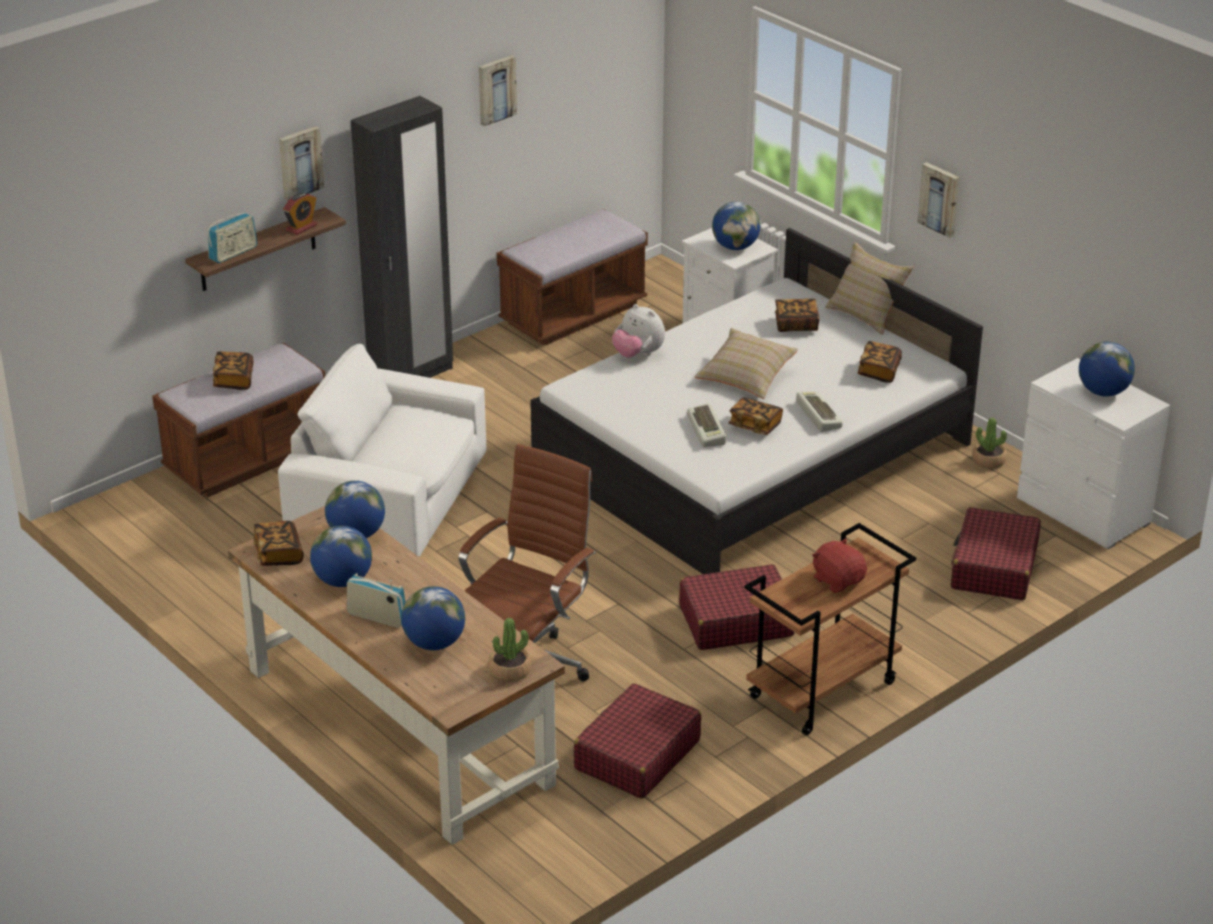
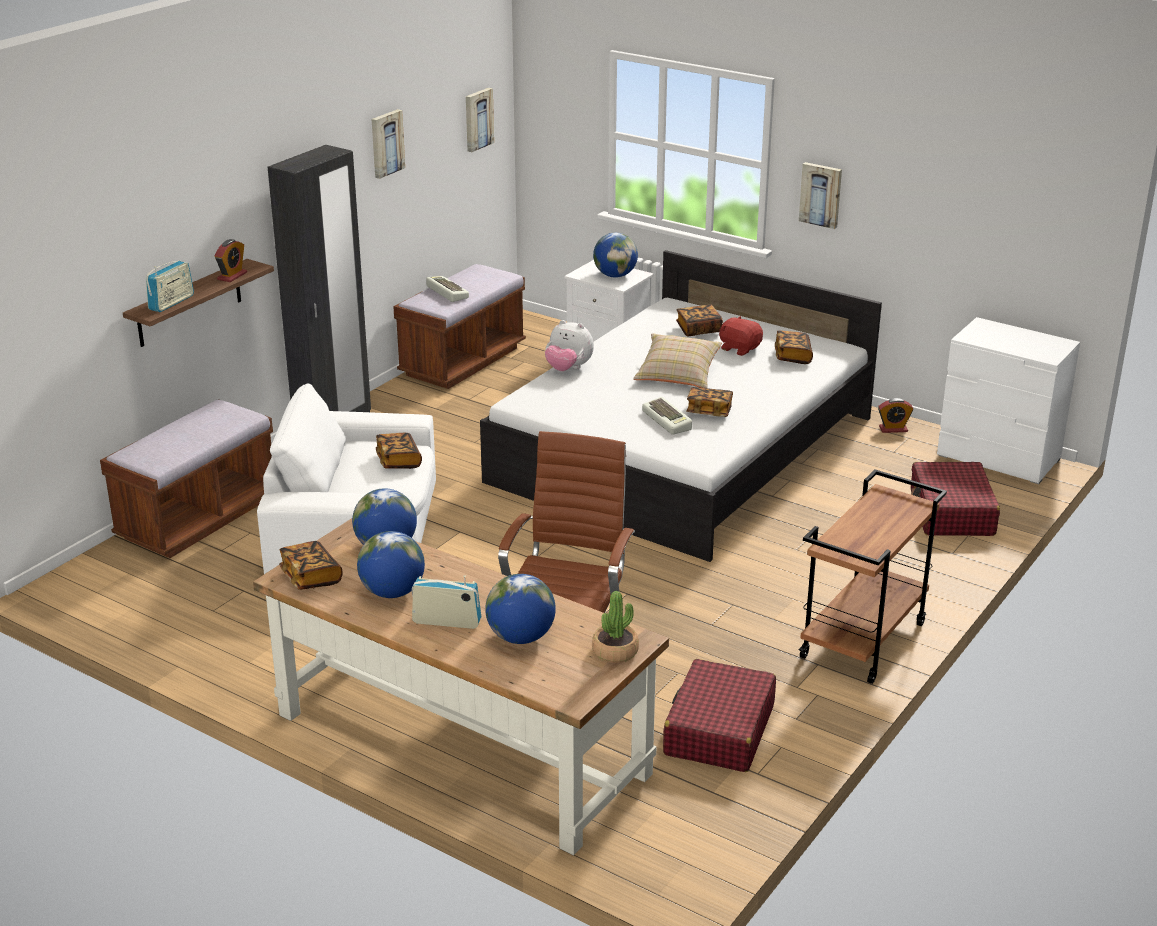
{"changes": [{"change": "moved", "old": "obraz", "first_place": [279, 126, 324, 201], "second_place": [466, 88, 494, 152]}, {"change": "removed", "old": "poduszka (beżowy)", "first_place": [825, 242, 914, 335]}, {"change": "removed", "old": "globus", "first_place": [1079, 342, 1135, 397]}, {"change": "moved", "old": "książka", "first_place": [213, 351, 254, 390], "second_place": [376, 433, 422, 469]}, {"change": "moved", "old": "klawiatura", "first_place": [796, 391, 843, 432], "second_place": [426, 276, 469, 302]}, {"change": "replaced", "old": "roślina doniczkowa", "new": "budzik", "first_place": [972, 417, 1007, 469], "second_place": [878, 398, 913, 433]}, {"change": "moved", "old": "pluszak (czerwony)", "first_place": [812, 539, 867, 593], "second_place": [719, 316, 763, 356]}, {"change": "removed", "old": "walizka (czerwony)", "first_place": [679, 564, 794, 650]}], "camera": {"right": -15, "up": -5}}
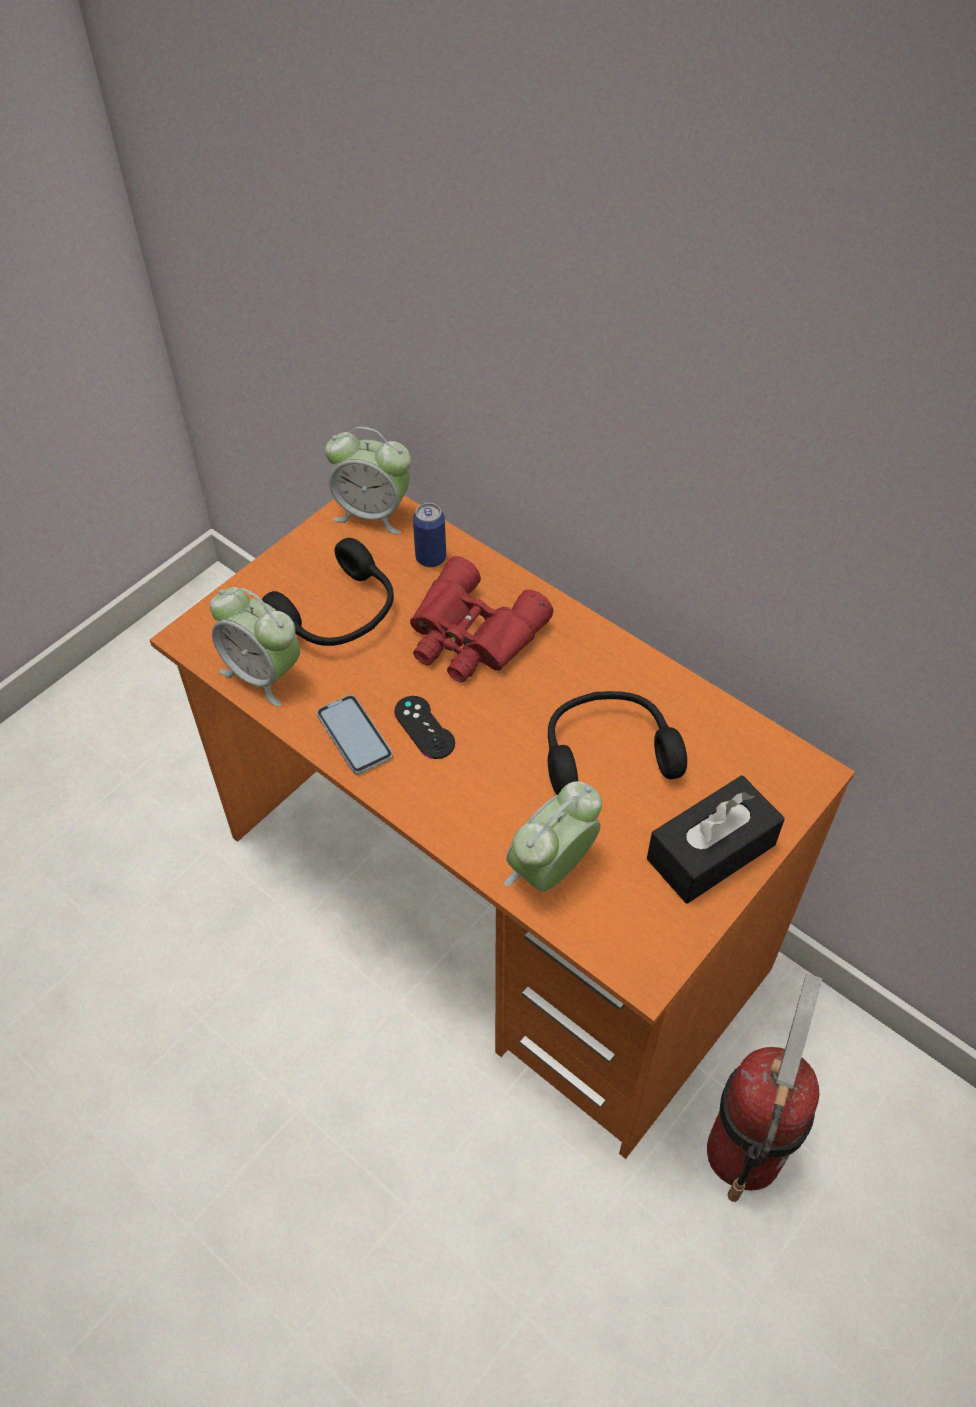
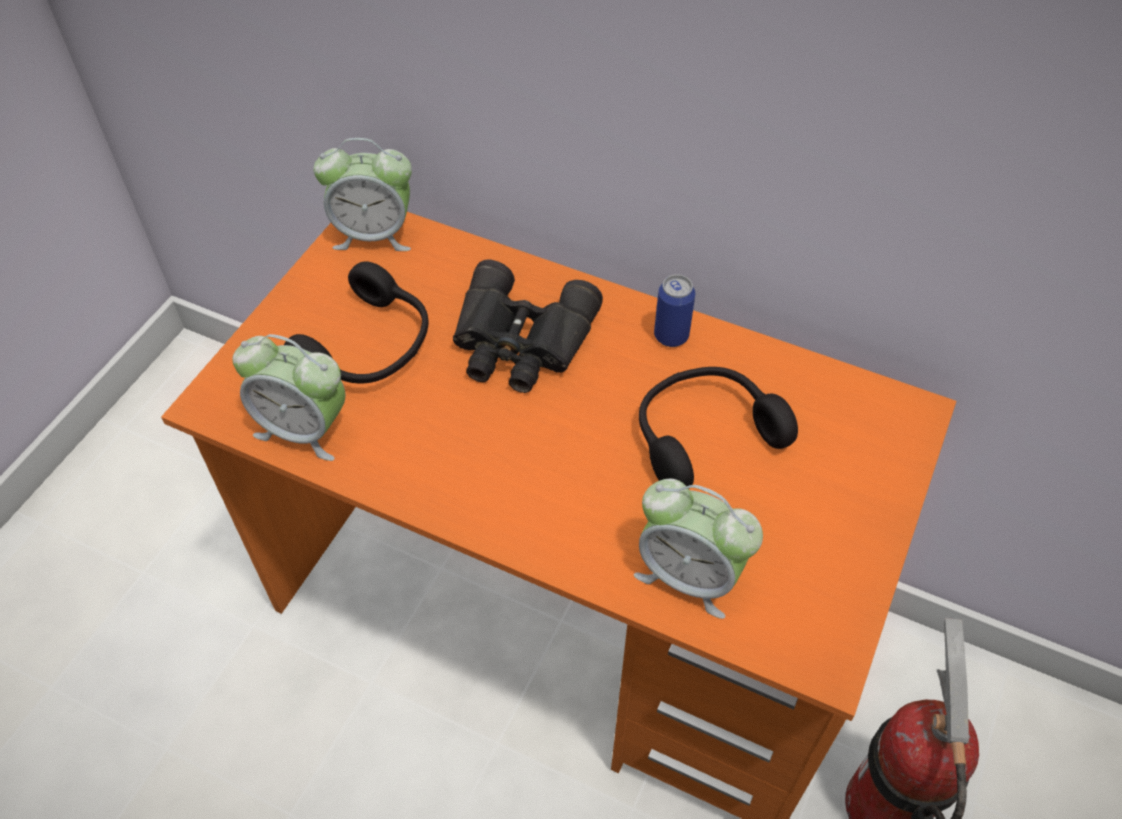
{"changes": [{"change": "moved", "old": "puszka", "first_place": [413, 503, 446, 567], "second_place": [654, 274, 695, 347]}, {"change": "recoloured", "old": "lornetka (czerwony)", "new": "lornetka (czarny)", "first_place": [410, 556, 553, 682], "second_place": [453, 259, 603, 393]}, {"change": "removed", "old": "telefon", "first_place": [317, 695, 393, 774]}, {"change": "removed", "old": "pad do gier (czarny)", "first_place": [394, 696, 455, 759]}, {"change": "removed", "old": "pudełko chusteczek (czarny)", "first_place": [647, 775, 785, 904]}, {"change": "turned", "old": "budzik", "first_place": [504, 781, 602, 892], "second_place": [634, 479, 763, 619], "degrees": -90}], "camera": {"right": -15, "up": 0}}
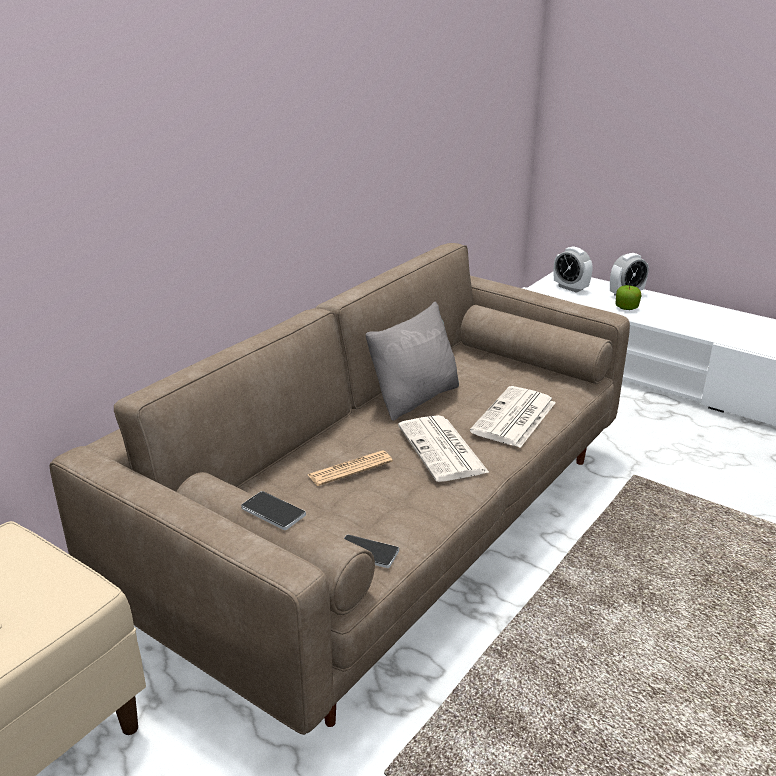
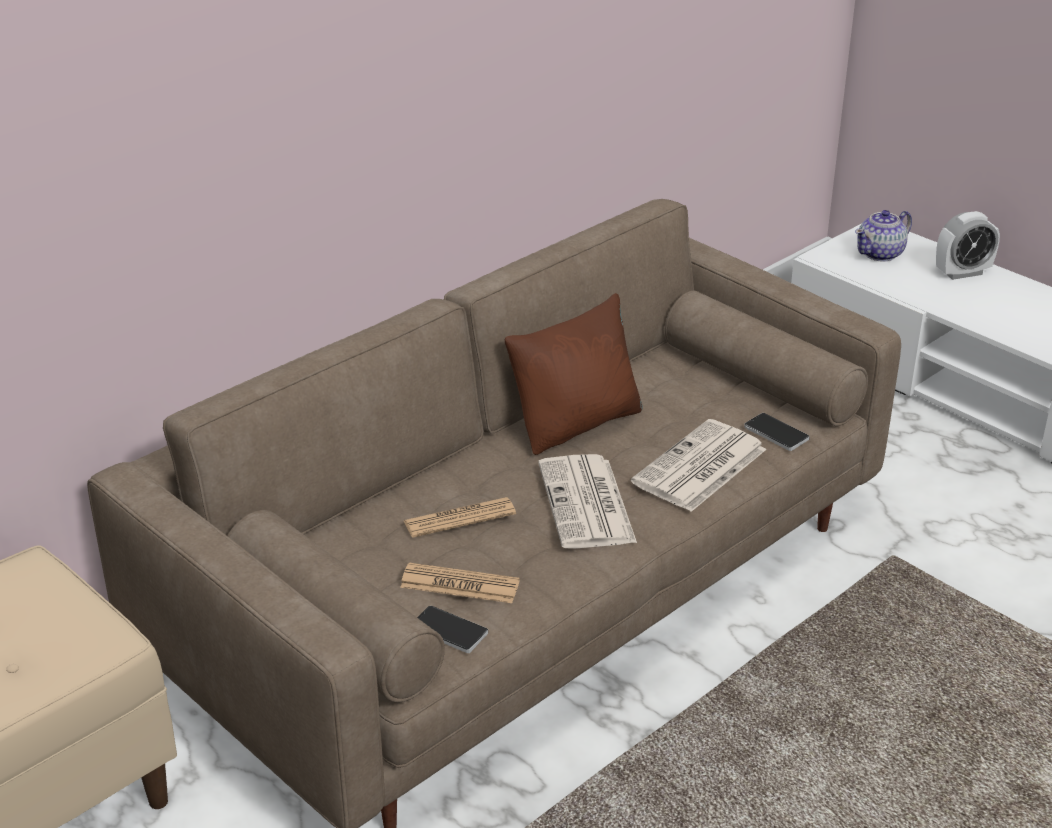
{"changes": [{"change": "replaced", "old": "budzik", "new": "imbryk", "first_place": [554, 246, 592, 293], "second_place": [855, 210, 912, 262]}, {"change": "removed", "old": "jabłko", "first_place": [615, 285, 642, 310]}, {"change": "recoloured", "old": "poduszka (szary)", "new": "poduszka (brązowy)", "first_place": [366, 302, 459, 421], "second_place": [505, 293, 643, 455]}, {"change": "moved", "old": "telefon", "first_place": [241, 491, 306, 530], "second_place": [744, 413, 810, 451]}, {"change": "added", "new": "gazeta", "second_place": [400, 562, 520, 603]}], "camera": {"right": 10, "up": 5}}
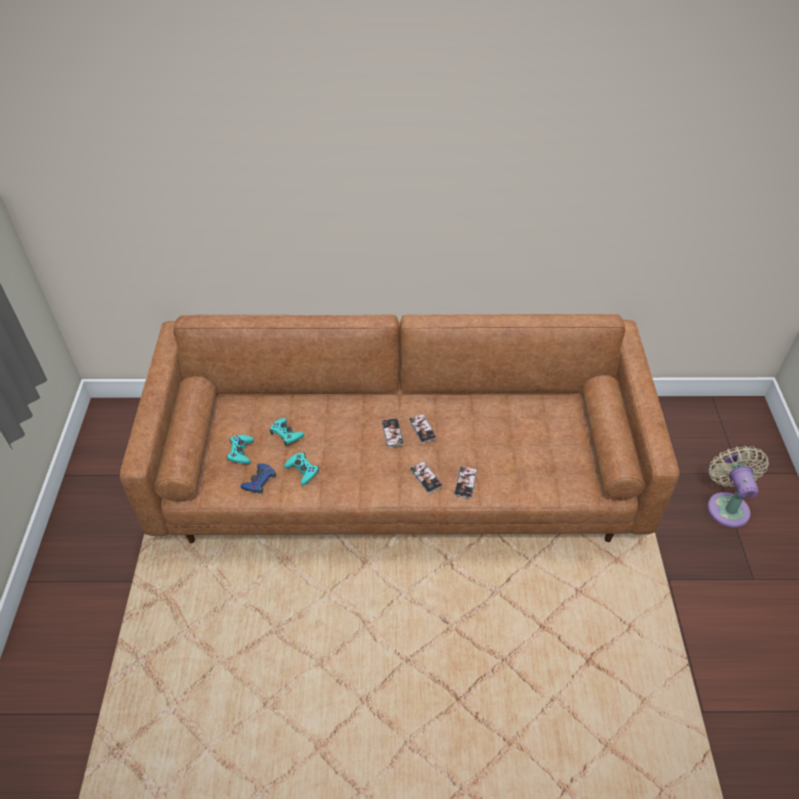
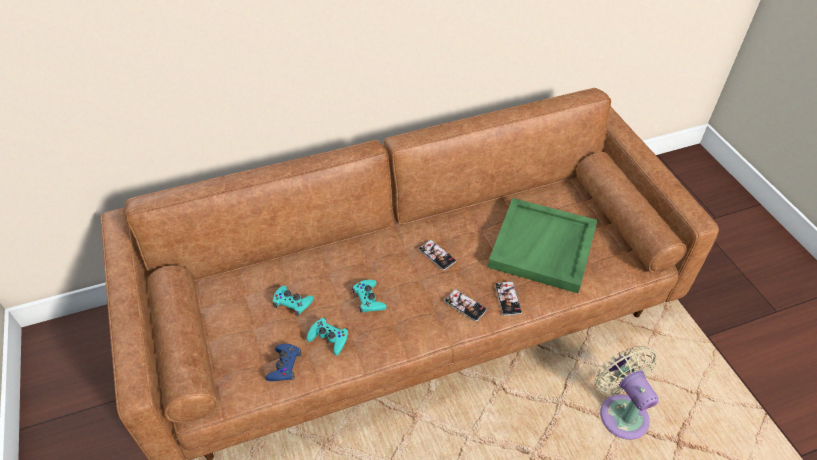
{"changes": [{"change": "removed", "old": "telefon", "first_place": [381, 418, 404, 447]}, {"change": "moved", "old": "pad do gier (turkusowy)", "first_place": [226, 435, 254, 464], "second_place": [352, 280, 386, 313]}, {"change": "moved", "old": "wentylator (beżowy)", "first_place": [707, 446, 769, 528], "second_place": [594, 346, 659, 440]}, {"change": "added", "new": "taca (zielony)", "second_place": [488, 198, 598, 293]}], "camera": {"right": -20, "up": 0}}
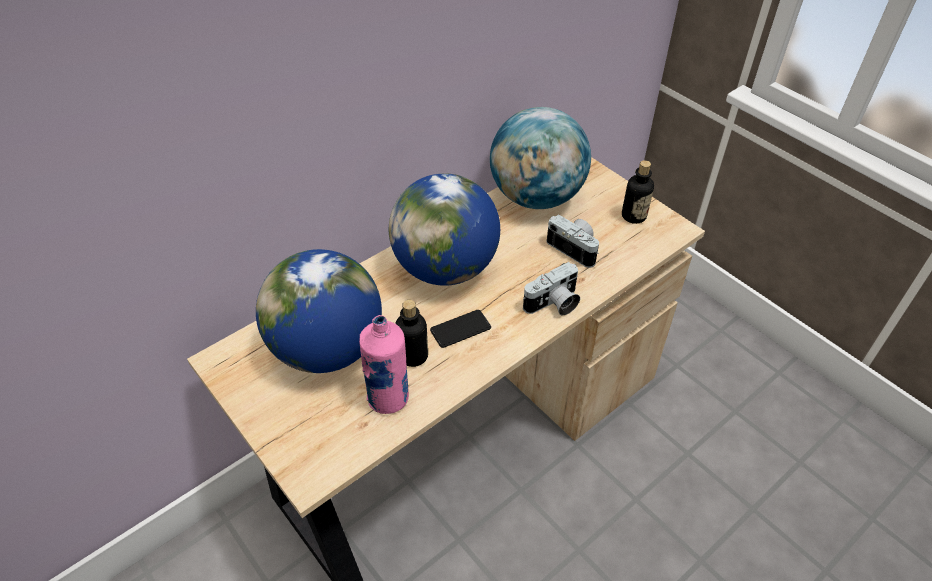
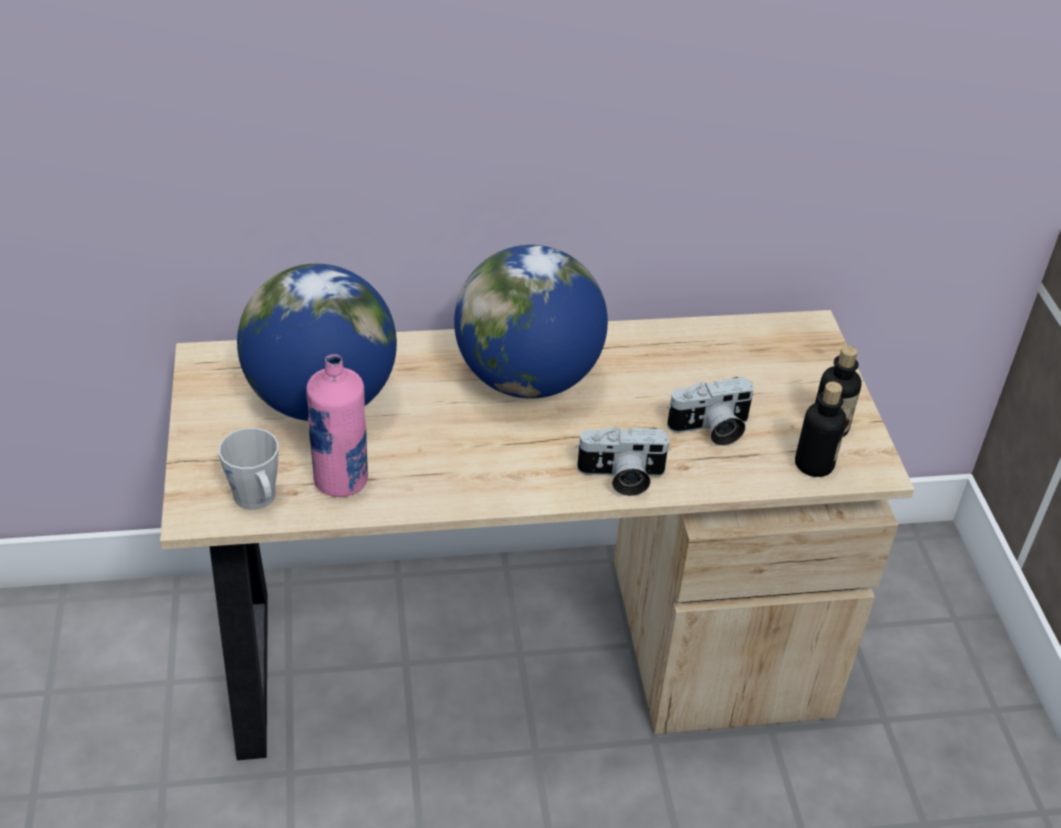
{"changes": [{"change": "removed", "old": "globus", "first_place": [490, 107, 591, 209]}, {"change": "turned", "old": "aparat fotograficzny", "first_place": [546, 214, 599, 268], "second_place": [667, 377, 754, 446], "degrees": 90}, {"change": "moved", "old": "butelka", "first_place": [395, 300, 428, 367], "second_place": [795, 382, 847, 477]}, {"change": "removed", "old": "telefon", "first_place": [430, 310, 491, 348]}, {"change": "added", "new": "kubek (szary)", "second_place": [218, 428, 278, 510]}], "camera": {"right": 30, "up": -5}}
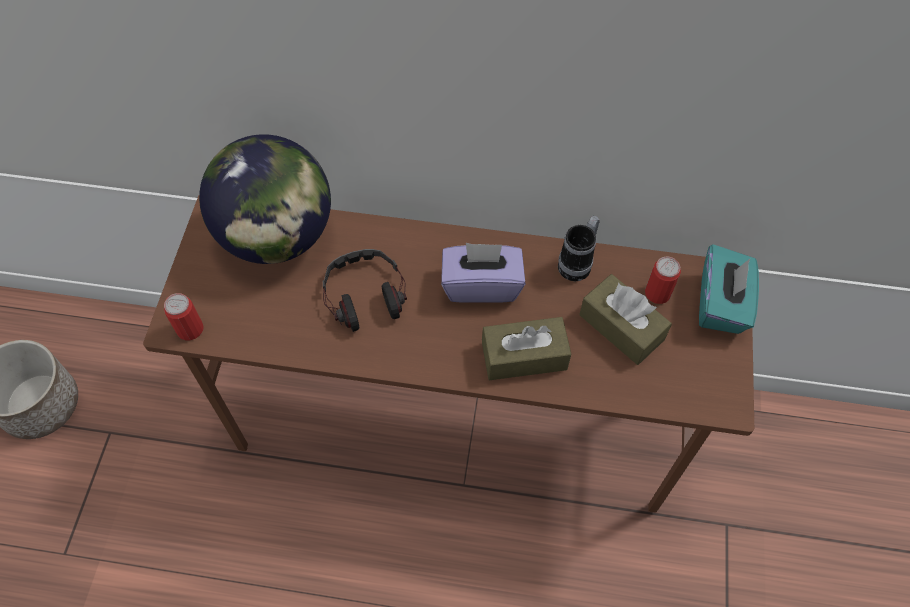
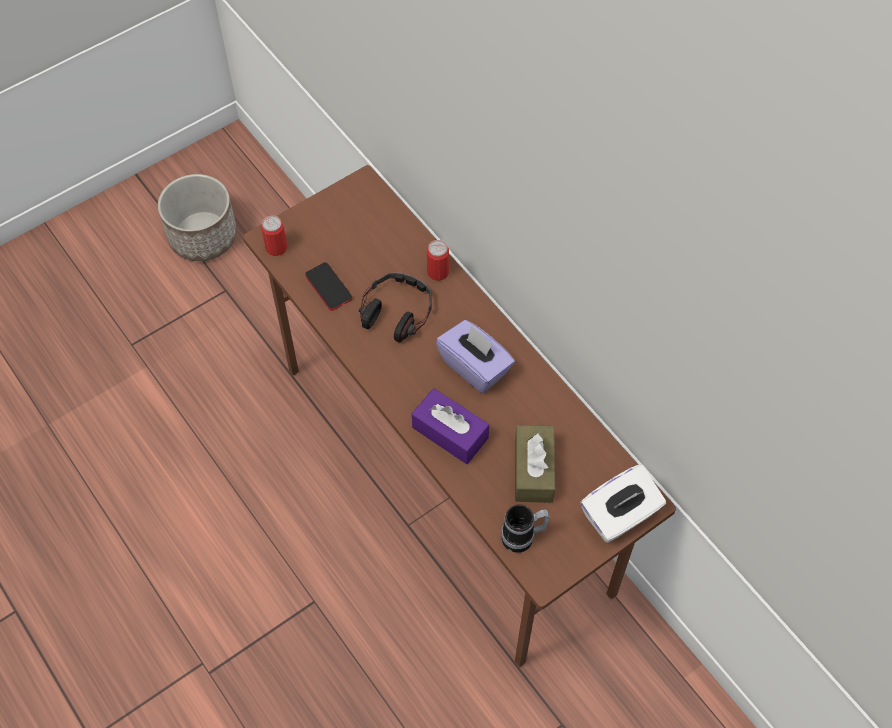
{"changes": [{"change": "removed", "old": "globus", "first_place": [199, 134, 331, 264]}, {"change": "moved", "old": "kubek", "first_place": [558, 216, 600, 281], "second_place": [501, 505, 550, 553]}, {"change": "recoloured", "old": "pudełko chusteczek (turkusowy)", "new": "pudełko chusteczek (biały)", "first_place": [699, 244, 759, 334], "second_place": [581, 464, 666, 543]}, {"change": "moved", "old": "puszka", "first_place": [645, 257, 681, 304], "second_place": [427, 240, 449, 281]}, {"change": "recoloured", "old": "pudełko chusteczek (brązowy)", "new": "pudełko chusteczek (fioletowy)", "first_place": [482, 317, 571, 380], "second_place": [412, 388, 489, 464]}, {"change": "added", "new": "telefon", "second_place": [305, 262, 352, 311]}], "camera": {"right": 45, "up": 0}}
